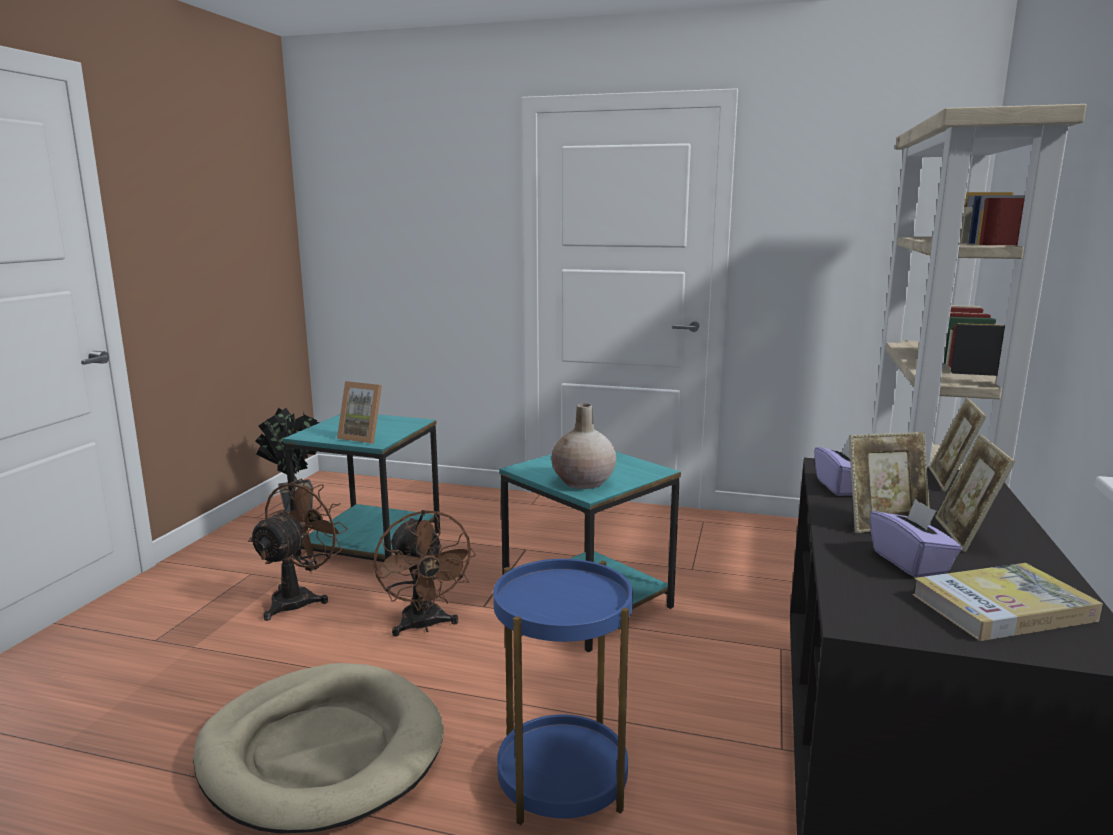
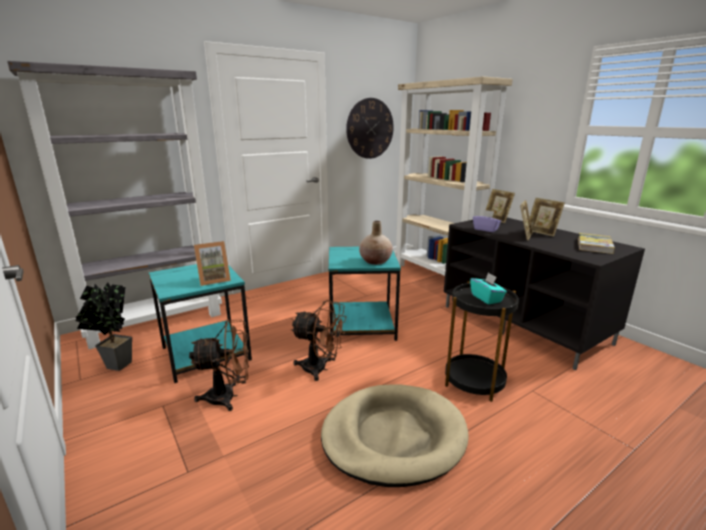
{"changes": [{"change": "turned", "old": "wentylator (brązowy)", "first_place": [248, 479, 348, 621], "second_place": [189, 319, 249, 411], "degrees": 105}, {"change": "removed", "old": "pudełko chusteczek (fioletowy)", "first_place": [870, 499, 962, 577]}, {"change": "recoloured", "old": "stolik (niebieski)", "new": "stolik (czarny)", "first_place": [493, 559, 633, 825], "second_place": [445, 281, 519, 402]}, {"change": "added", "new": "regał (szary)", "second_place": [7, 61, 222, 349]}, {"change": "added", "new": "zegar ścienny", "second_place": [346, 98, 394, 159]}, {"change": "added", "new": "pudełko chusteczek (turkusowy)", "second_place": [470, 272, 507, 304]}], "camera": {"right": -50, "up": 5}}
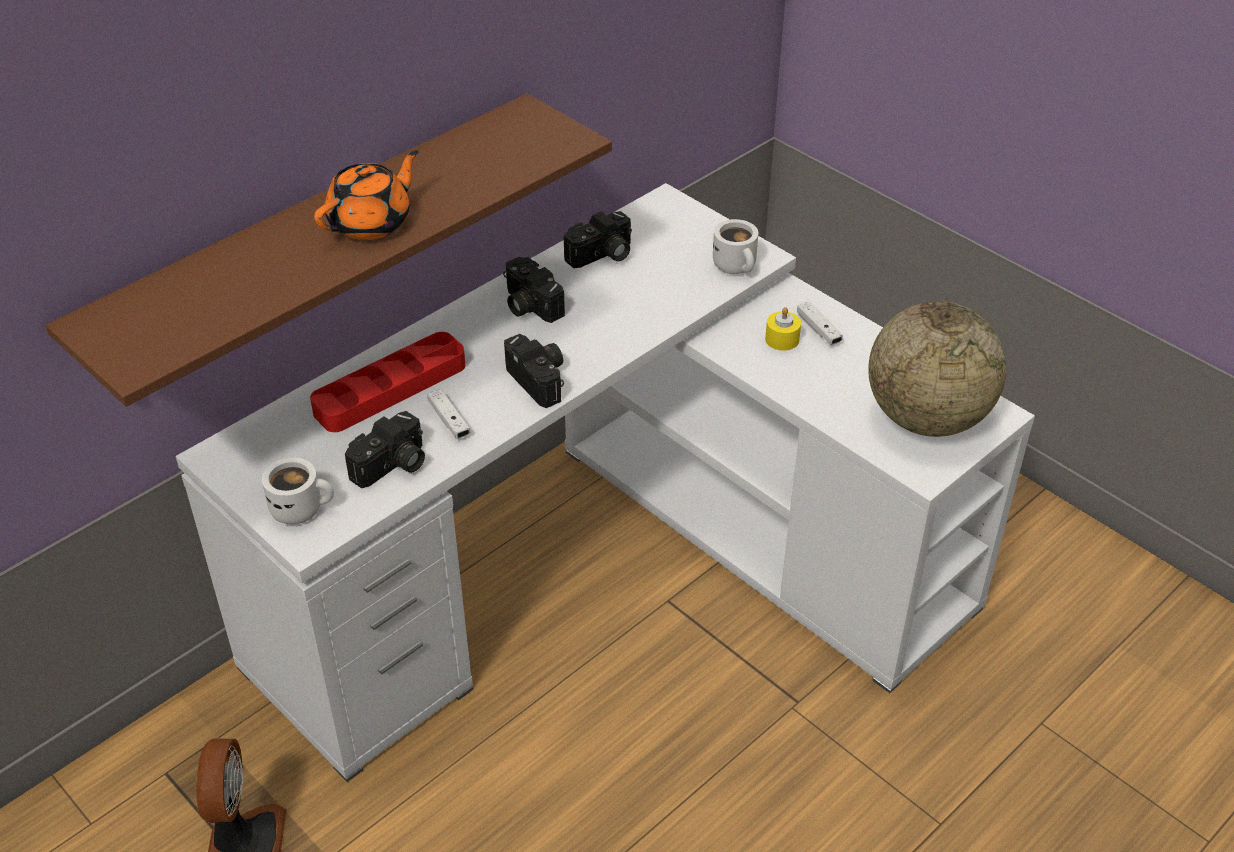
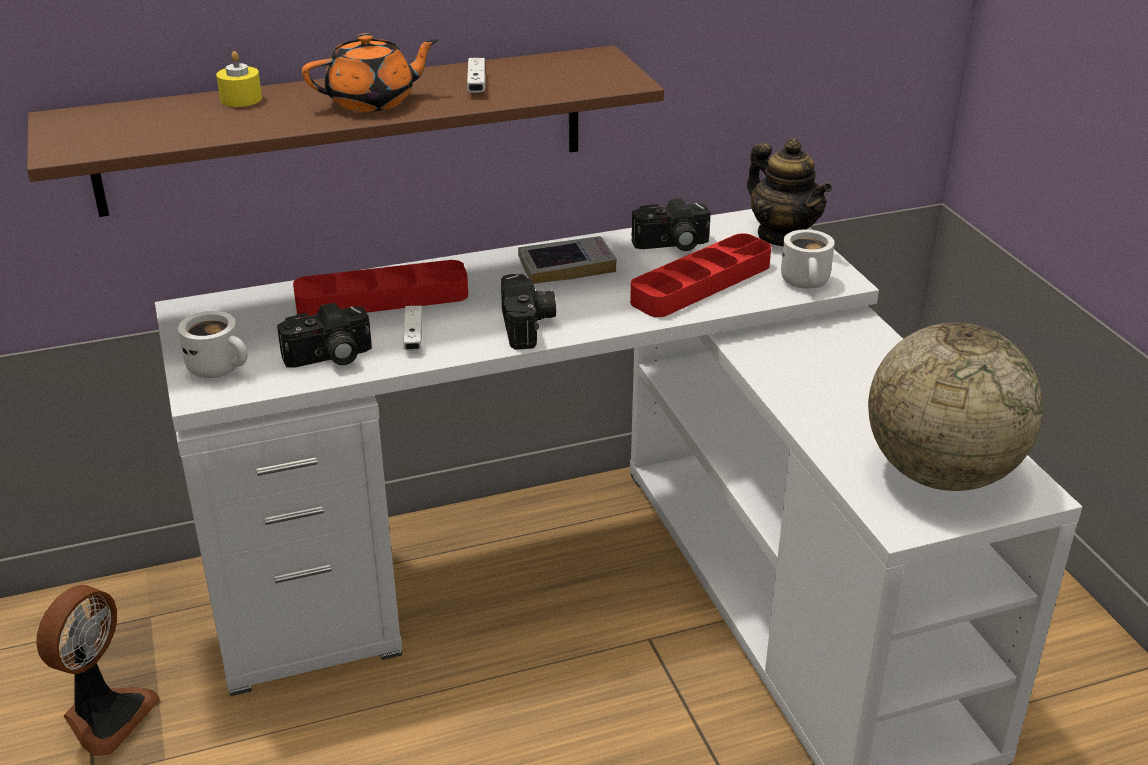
{"changes": [{"change": "replaced", "old": "aparat fotograficzny", "new": "książka", "first_place": [503, 257, 565, 323], "second_place": [518, 236, 617, 284]}, {"change": "moved", "old": "pad do gier (biały)", "first_place": [797, 302, 843, 345], "second_place": [467, 58, 485, 93]}, {"change": "moved", "old": "świeca (żółty)", "first_place": [765, 307, 801, 351], "second_place": [216, 51, 262, 107]}, {"change": "added", "new": "imbryk", "second_place": [747, 138, 832, 246]}, {"change": "added", "new": "taca (czerwony)", "second_place": [630, 233, 771, 317]}], "camera": {"right": 25, "up": -10}}
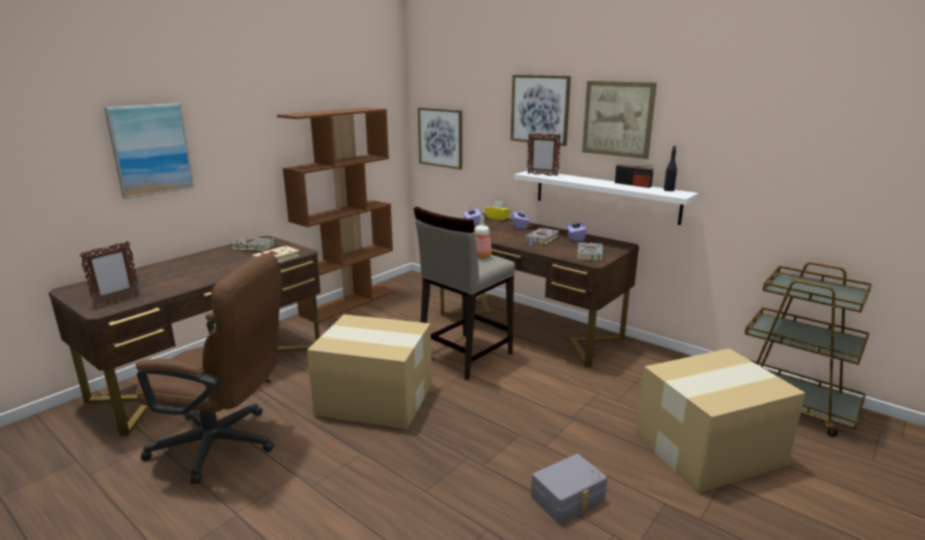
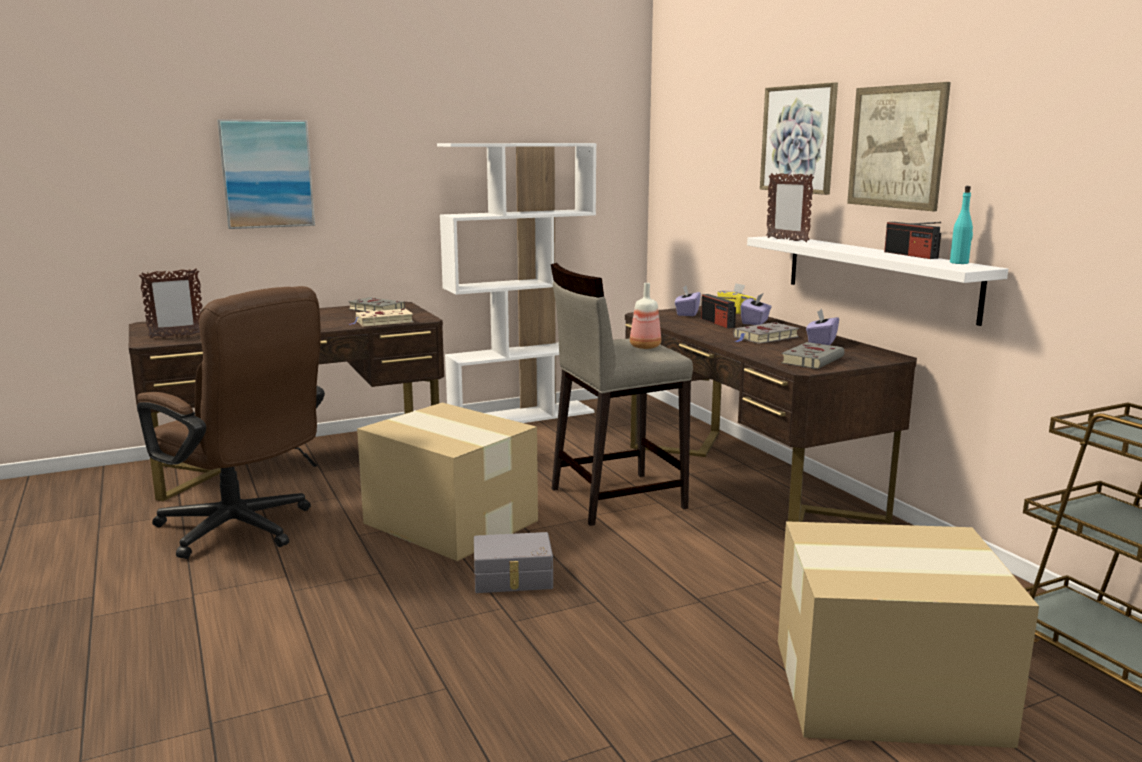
{"changes": [{"change": "recoloured", "old": "regał (brązowy)", "new": "regał (biały)", "first_place": [277, 107, 395, 323], "second_place": [437, 143, 596, 423]}, {"change": "removed", "old": "obraz", "first_place": [418, 107, 462, 170]}, {"change": "recoloured", "old": "butelka (czarny)", "new": "butelka (turkusowy)", "first_place": [664, 146, 677, 191], "second_place": [950, 186, 973, 264]}, {"change": "moved", "old": "pojemnik do przechowywania (szary)", "first_place": [531, 454, 607, 524], "second_place": [474, 532, 553, 593]}, {"change": "added", "new": "radio", "second_place": [701, 294, 736, 328]}], "camera": {"right": 25, "up": -5}}
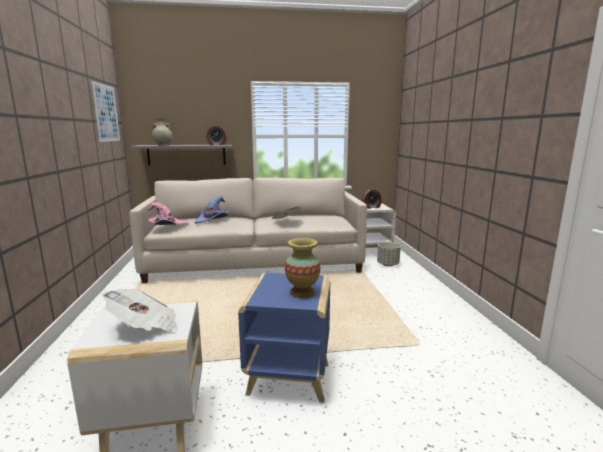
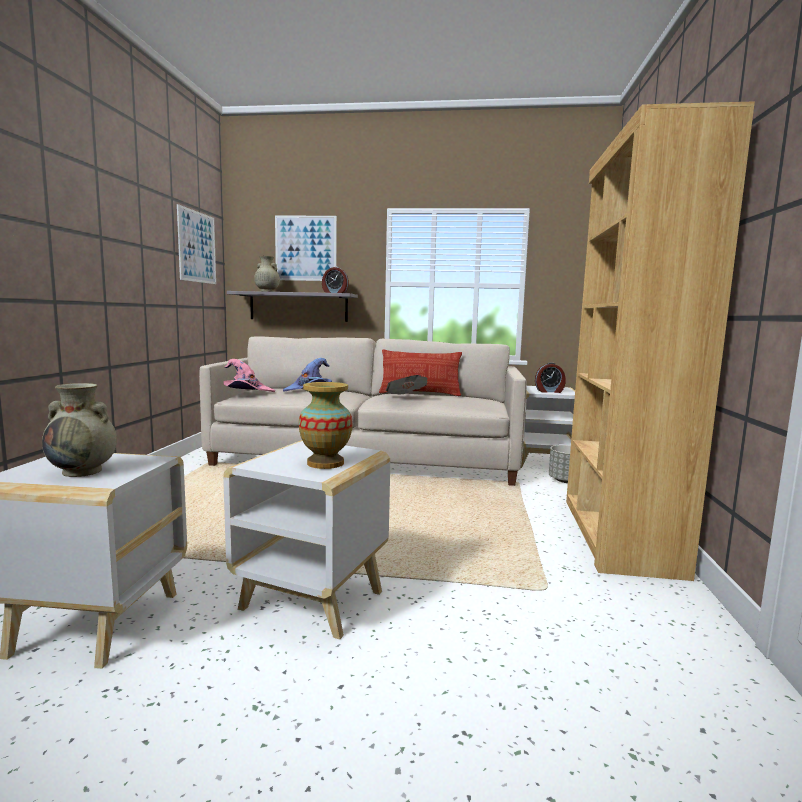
{"changes": [{"change": "recoloured", "old": "stolik (niebieski)", "new": "stolik (biały)", "first_place": [238, 273, 330, 403], "second_place": [223, 440, 390, 640]}, {"change": "replaced", "old": "gazeta", "new": "wazon (beżowy)", "first_place": [102, 289, 178, 331], "second_place": [42, 383, 117, 477]}, {"change": "added", "new": "regał (brązowy)", "second_place": [566, 101, 755, 581]}, {"change": "added", "new": "obraz", "second_place": [275, 216, 337, 281]}, {"change": "added", "new": "poduszka", "second_place": [379, 350, 462, 396]}], "camera": {"right": 15, "up": -5}}
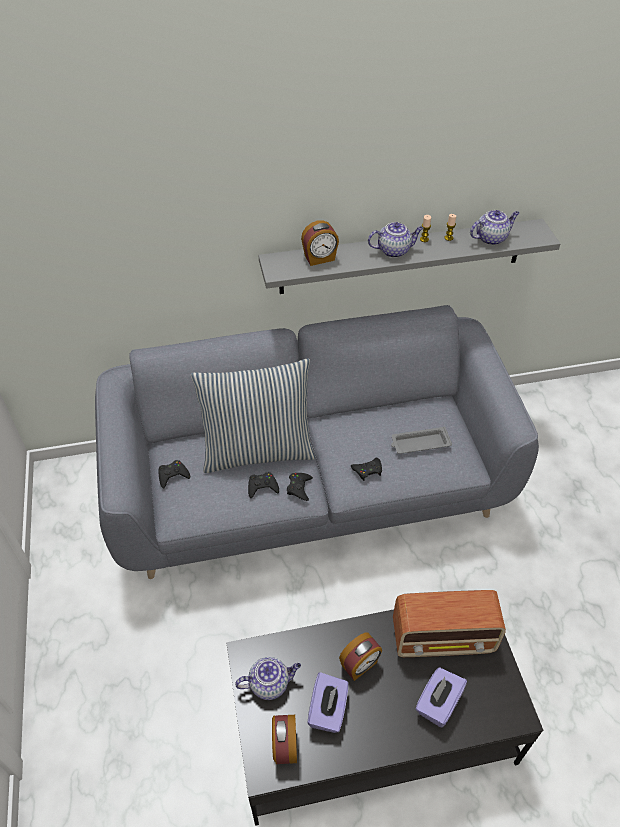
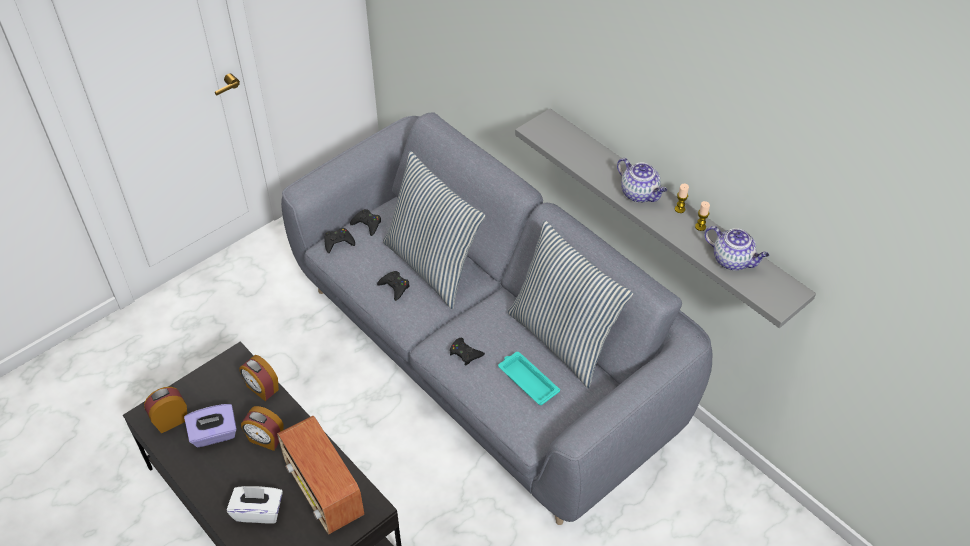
{"changes": [{"change": "moved", "old": "budzik", "first_place": [301, 220, 339, 266], "second_place": [239, 355, 279, 401]}, {"change": "recoloured", "old": "taca (szary)", "new": "taca (turkusowy)", "first_place": [391, 427, 452, 454], "second_place": [498, 352, 560, 405]}, {"change": "moved", "old": "pad do gier (czarny)", "first_place": [287, 473, 313, 501], "second_place": [324, 228, 355, 253]}, {"change": "removed", "old": "imbryk", "first_place": [235, 657, 301, 700]}, {"change": "recoloured", "old": "pudełko chusteczek (fioletowy)", "new": "pudełko chusteczek (biały)", "first_place": [415, 667, 467, 727], "second_place": [227, 486, 283, 524]}, {"change": "added", "new": "poduszka", "second_place": [508, 220, 633, 388]}], "camera": {"right": 60, "up": 0}}
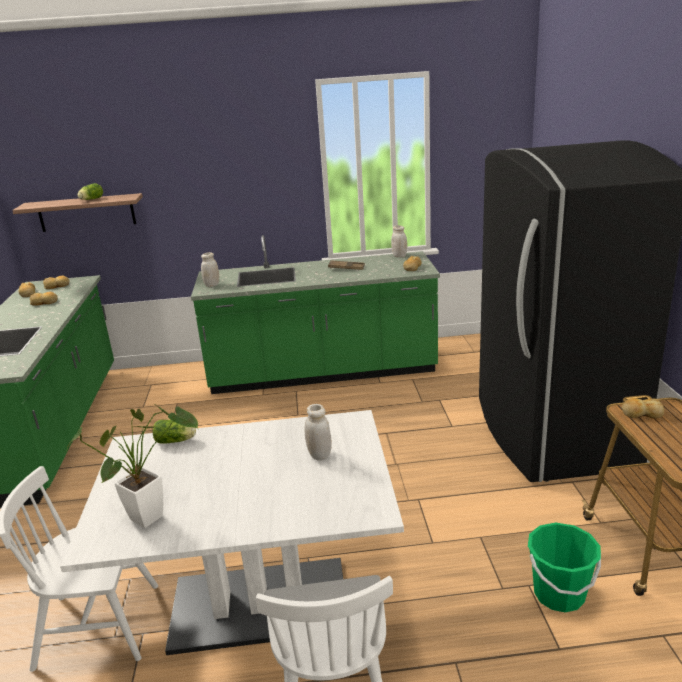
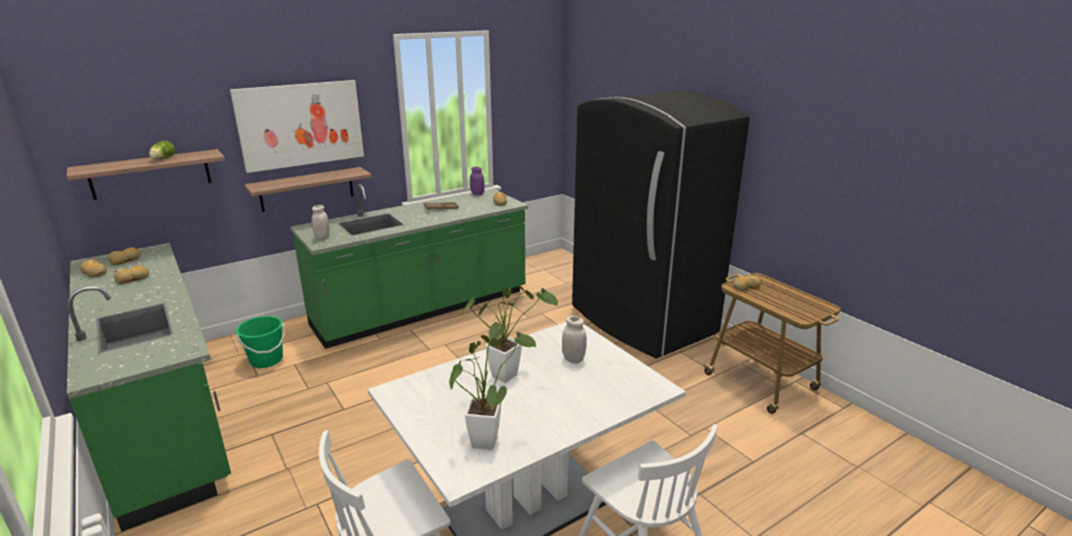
{"changes": [{"change": "recoloured", "old": "słoik (biały)", "new": "słoik (fioletowy)", "first_place": [391, 225, 407, 258], "second_place": [470, 167, 485, 195]}, {"change": "removed", "old": "sałata", "first_place": [153, 420, 196, 444]}, {"change": "moved", "old": "wiadro (zielony)", "first_place": [528, 523, 601, 612], "second_place": [236, 316, 285, 368]}, {"change": "added", "new": "obraz", "second_place": [230, 80, 364, 173]}, {"change": "added", "new": "półka", "second_place": [244, 167, 372, 212]}, {"change": "added", "new": "roślina doniczkowa", "second_place": [461, 285, 558, 383]}], "camera": {"right": -30, "up": 0}}
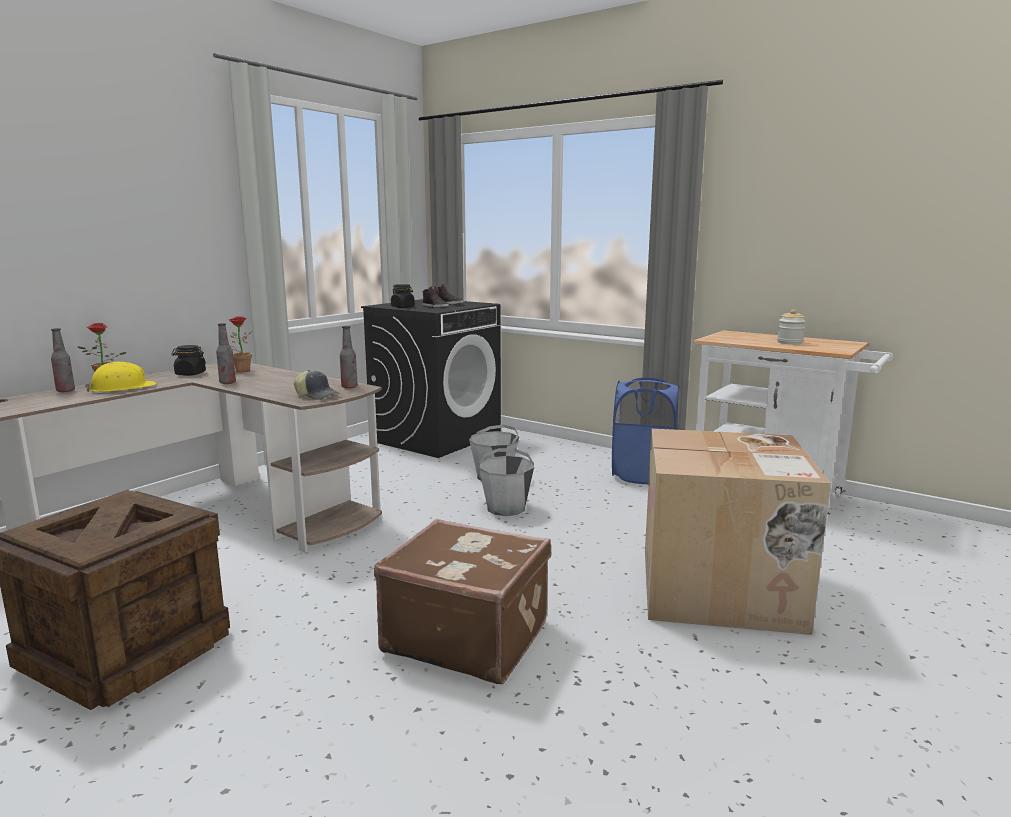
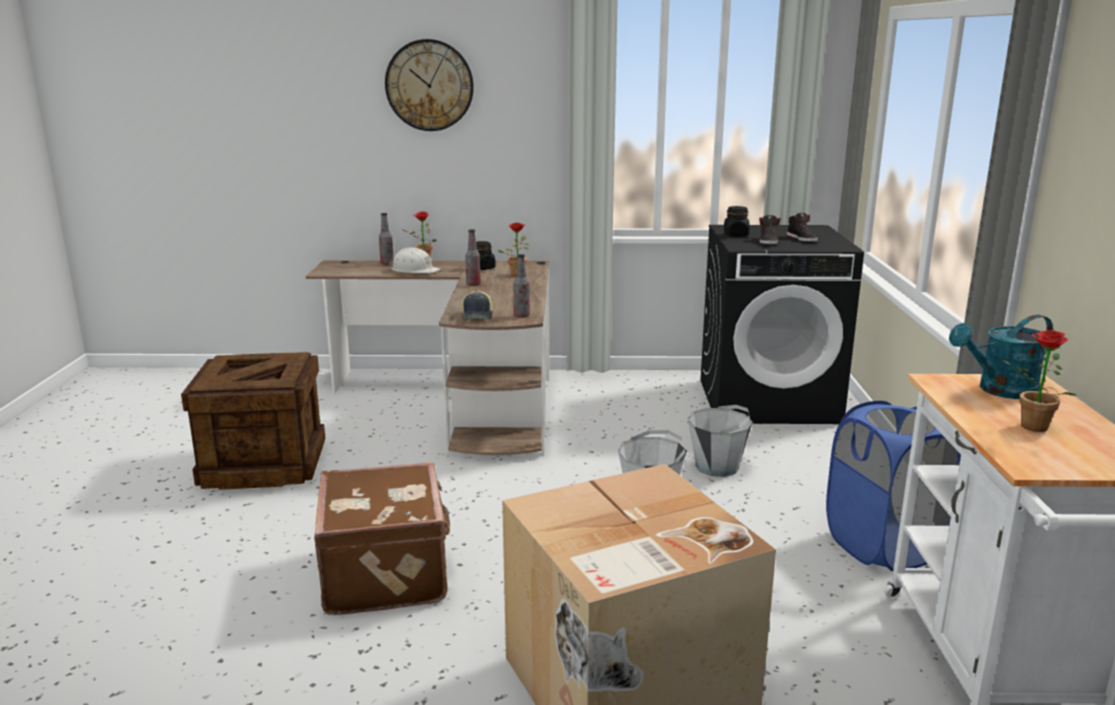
{"changes": [{"change": "replaced", "old": "słoik", "new": "roślina doniczkowa", "first_place": [777, 309, 806, 344], "second_place": [1000, 330, 1076, 432]}, {"change": "recoloured", "old": "kask (żółty)", "new": "kask (biały)", "first_place": [85, 362, 156, 392], "second_place": [389, 247, 440, 273]}, {"change": "added", "new": "zegar ścienny", "second_place": [385, 39, 474, 131]}, {"change": "added", "new": "konewka (turkusowy)", "second_place": [949, 315, 1053, 399]}], "camera": {"right": 55, "up": 5}}
